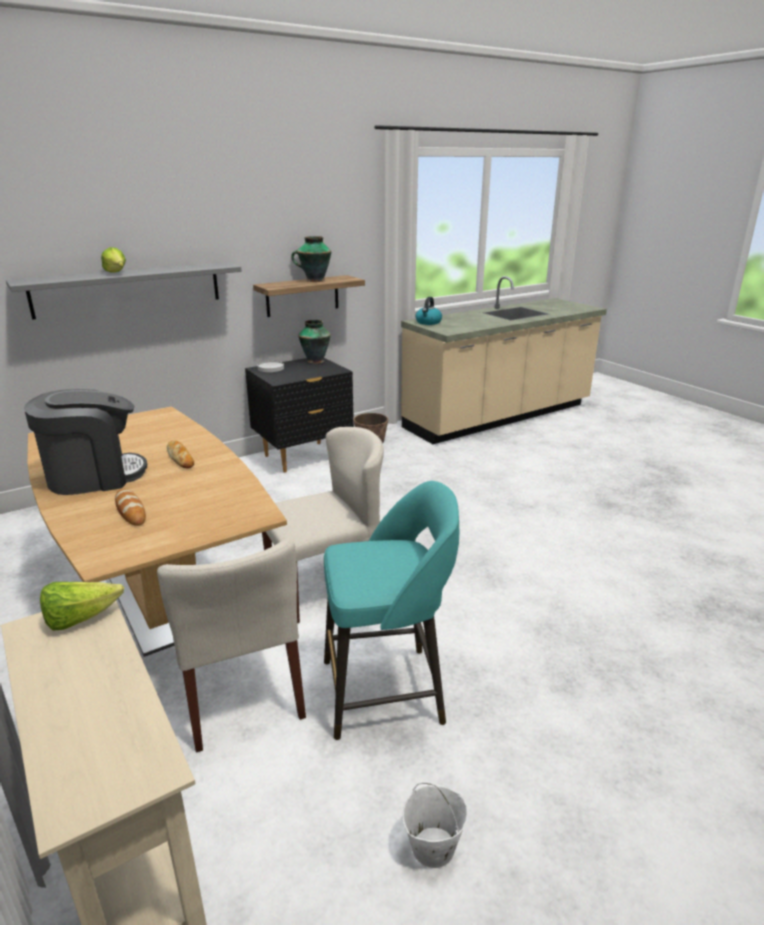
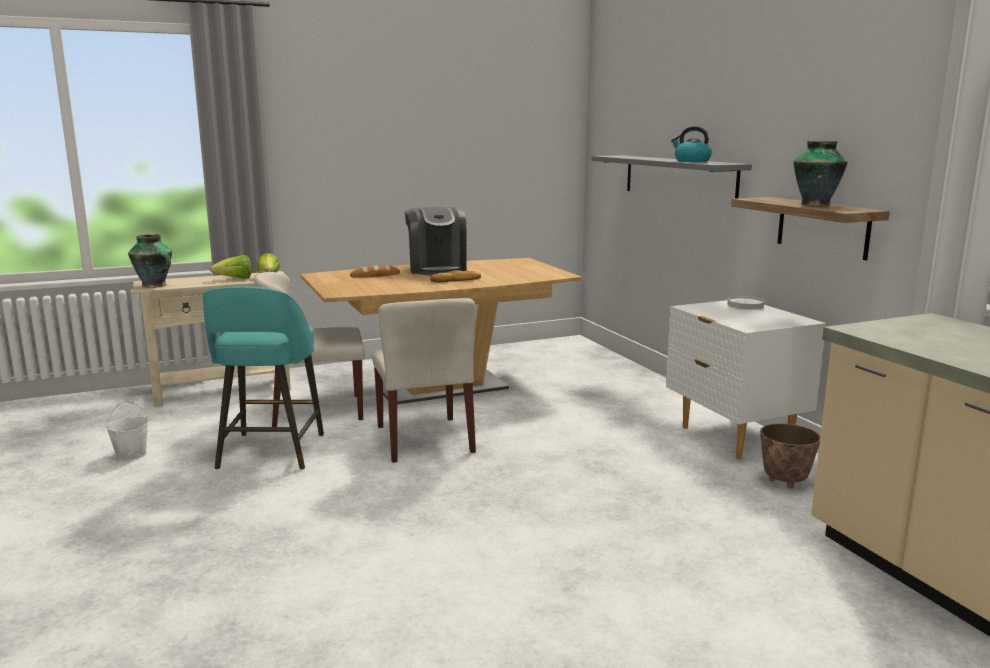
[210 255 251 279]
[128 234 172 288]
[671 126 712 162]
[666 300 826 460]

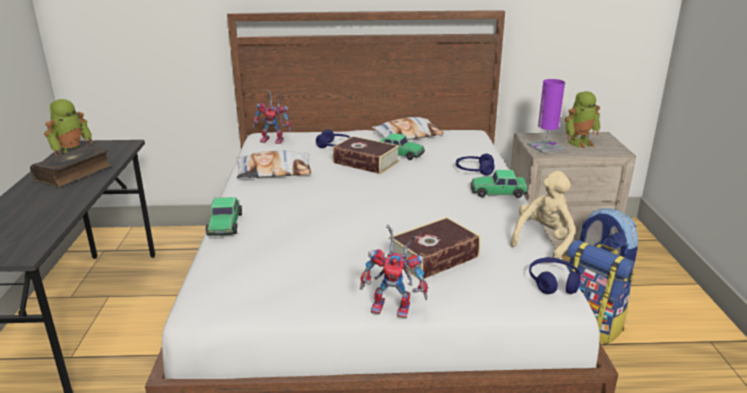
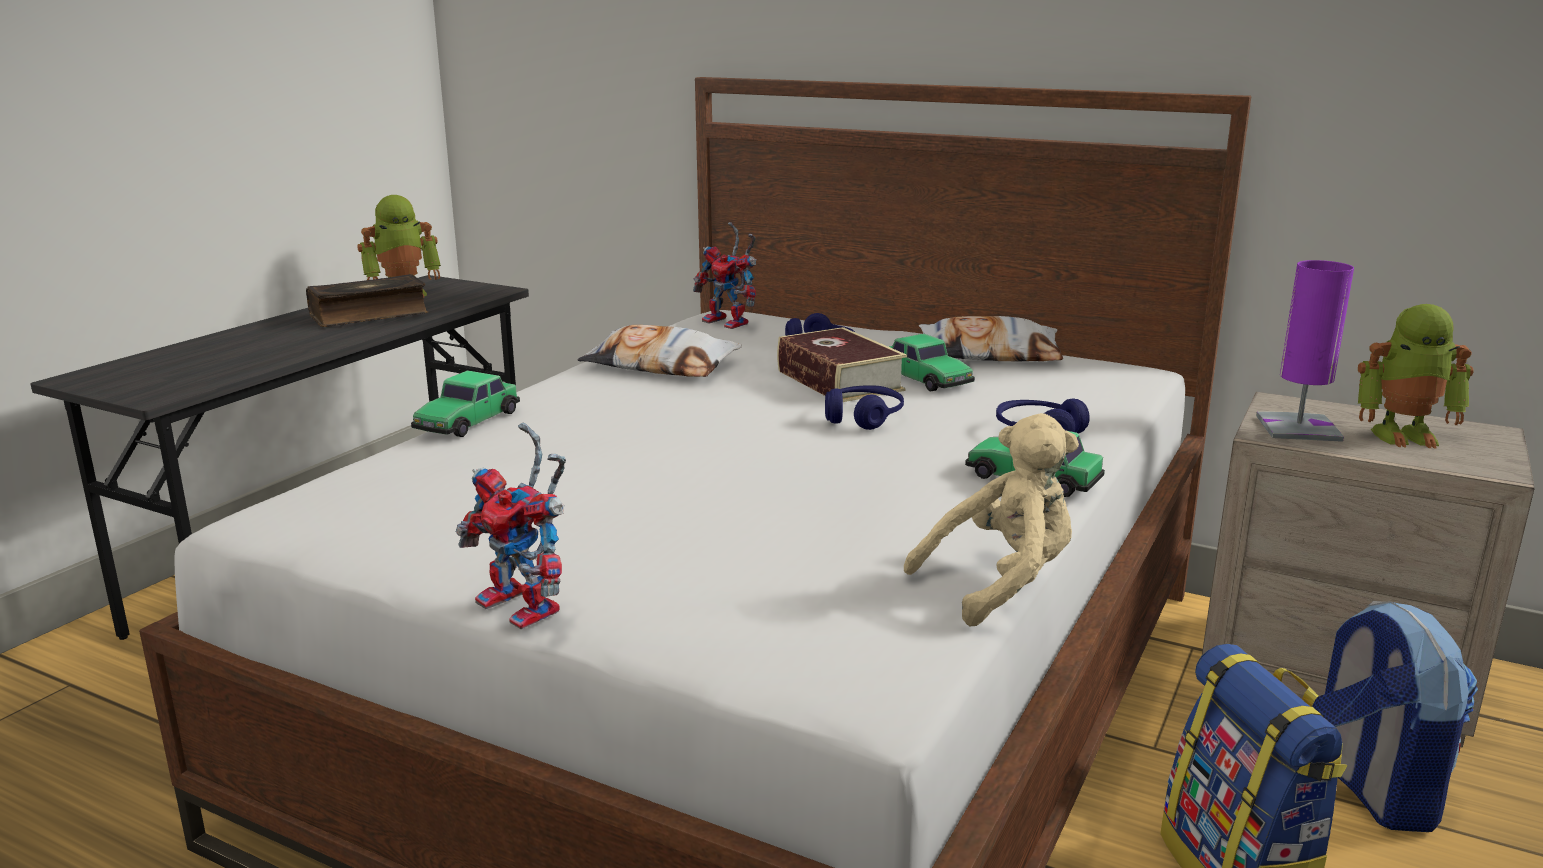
[389 217 481 280] (first image)
[825 385 904 430]

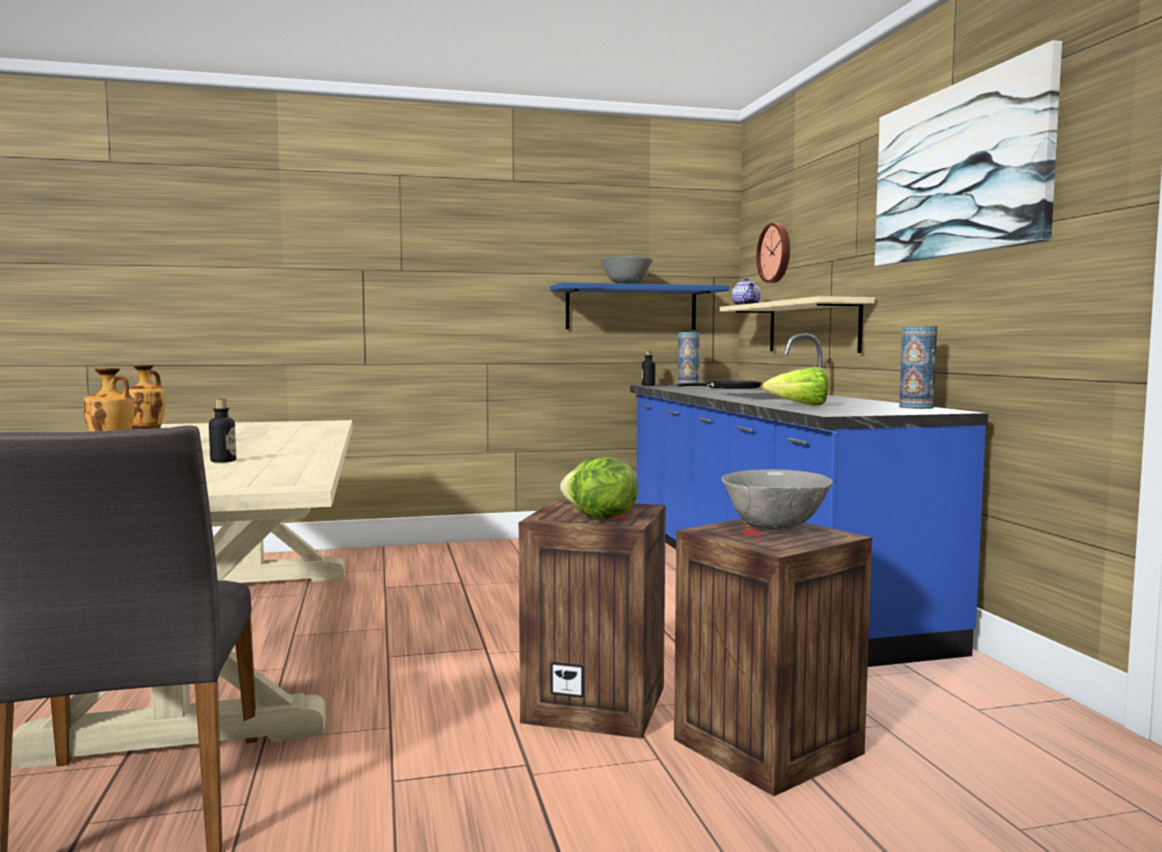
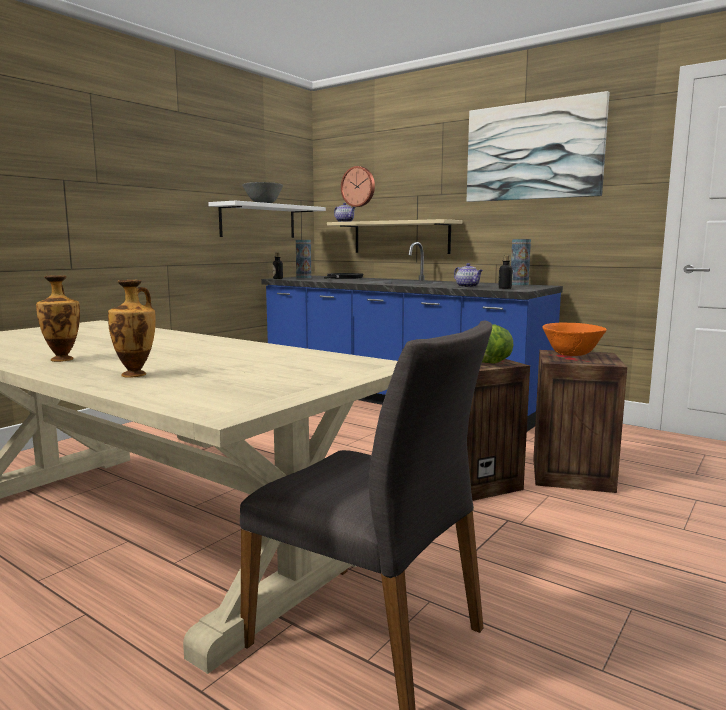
[498 256 513 289]
[454 263 483 287]
[208 201 326 238]
[543 323 607 356]

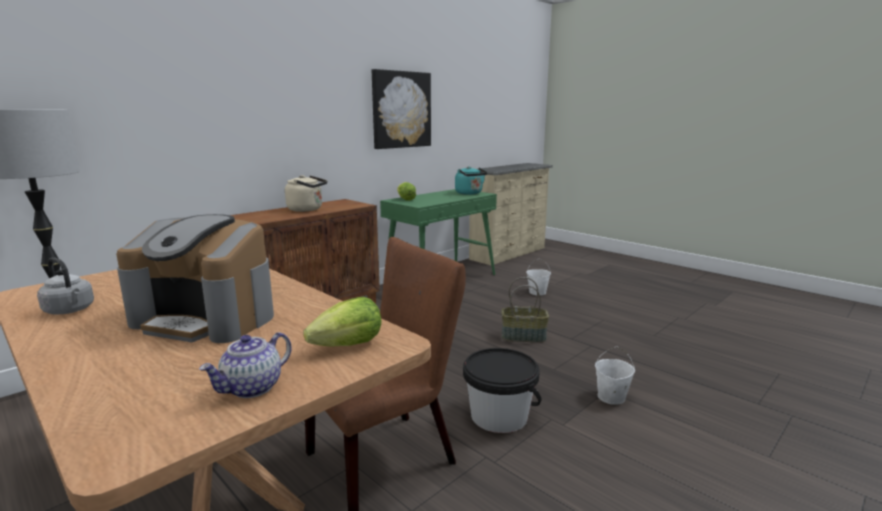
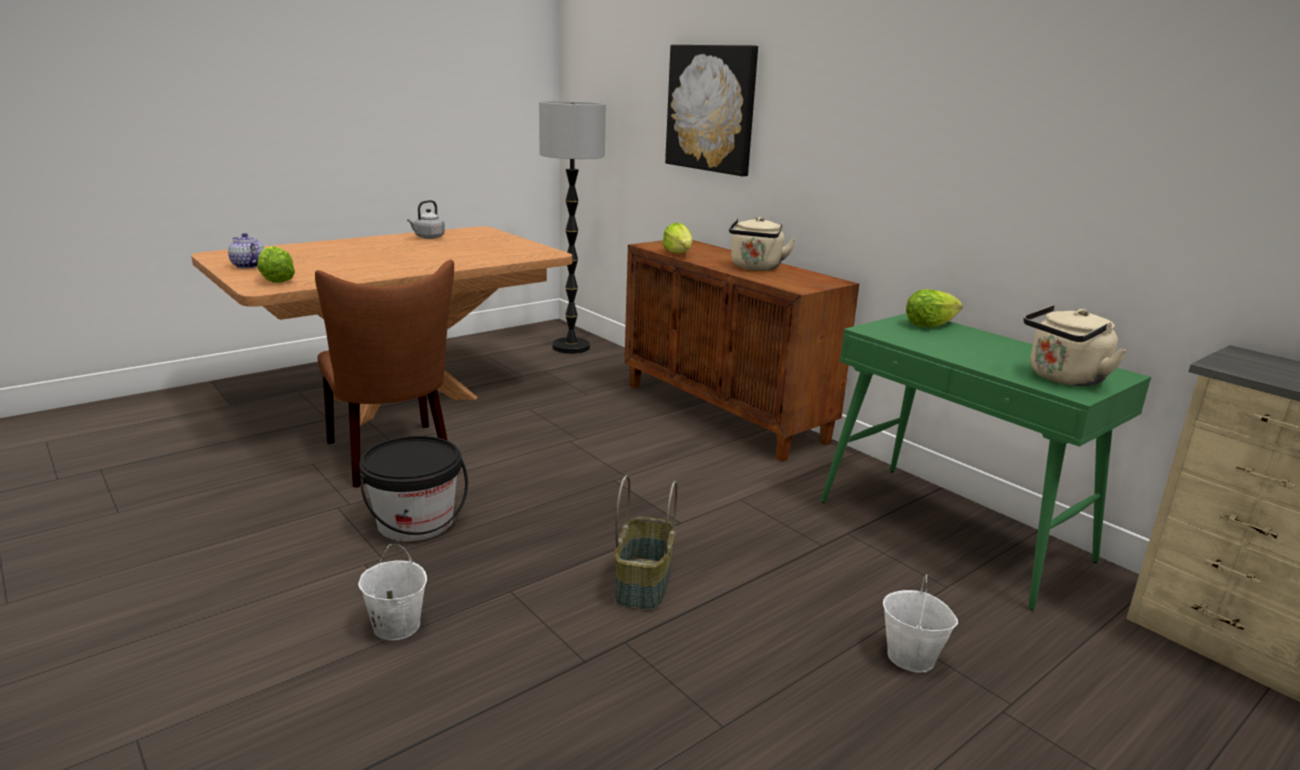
[116 214 274 343] (first image)
[662 223 693 253]
[665 45 758 176]
[1024 305 1127 386]

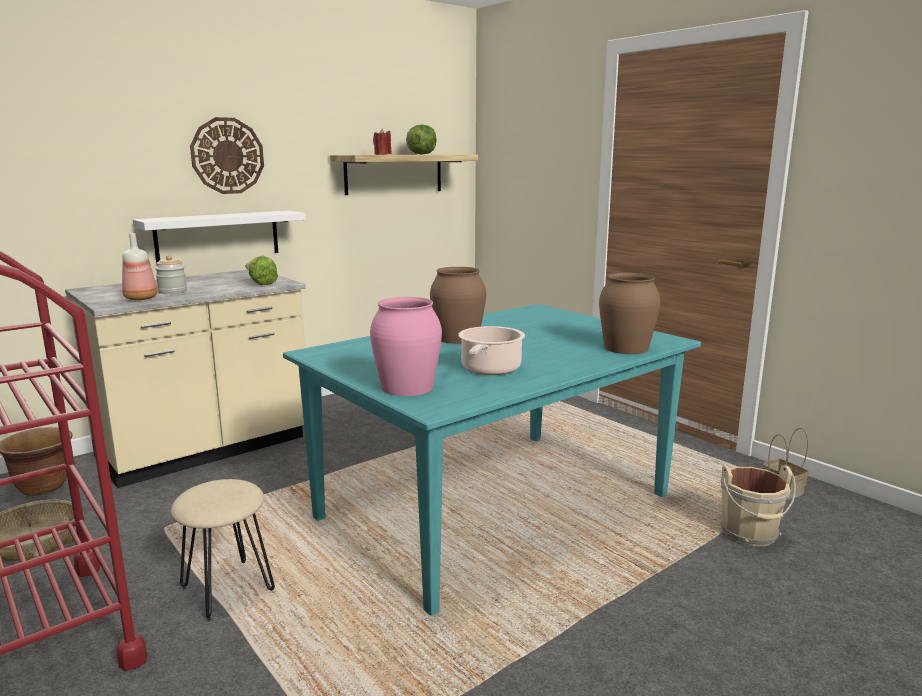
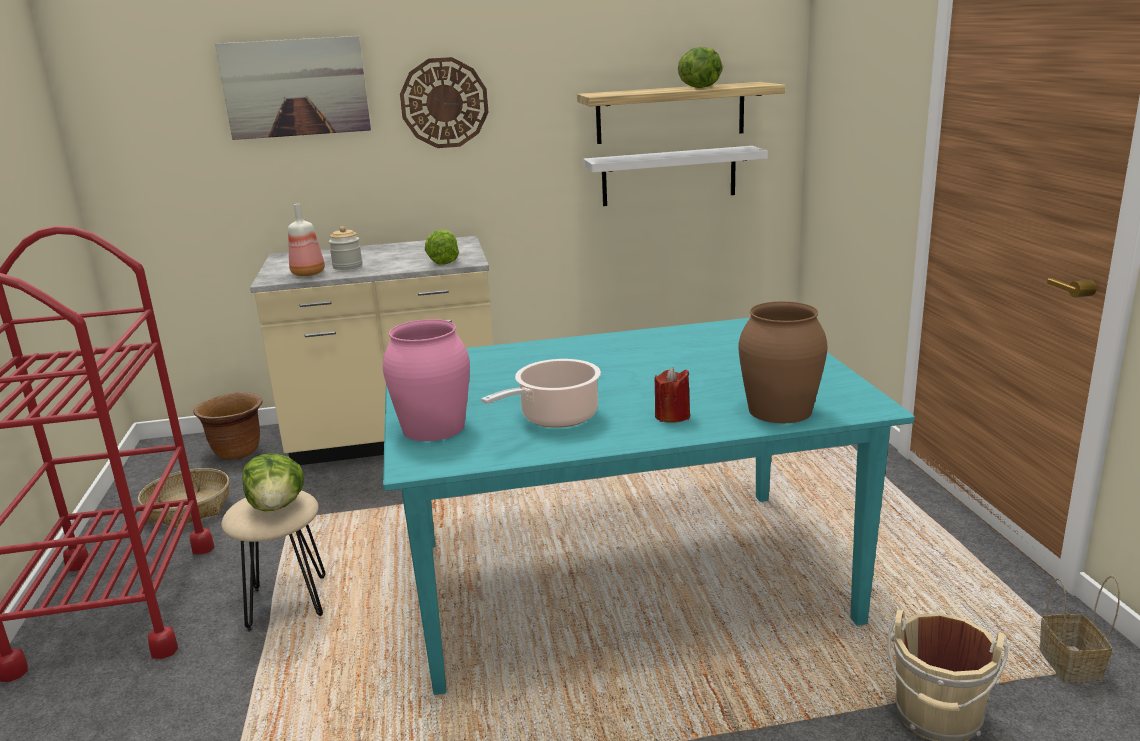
[430 267 486 344] (first image)
[215 36 371 140]
[242 453 304 511]
[583 146 768 206]
[655 367 690 423]

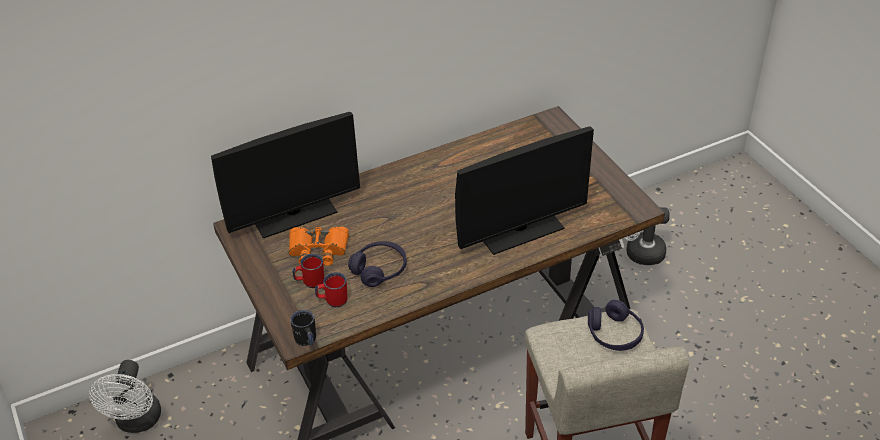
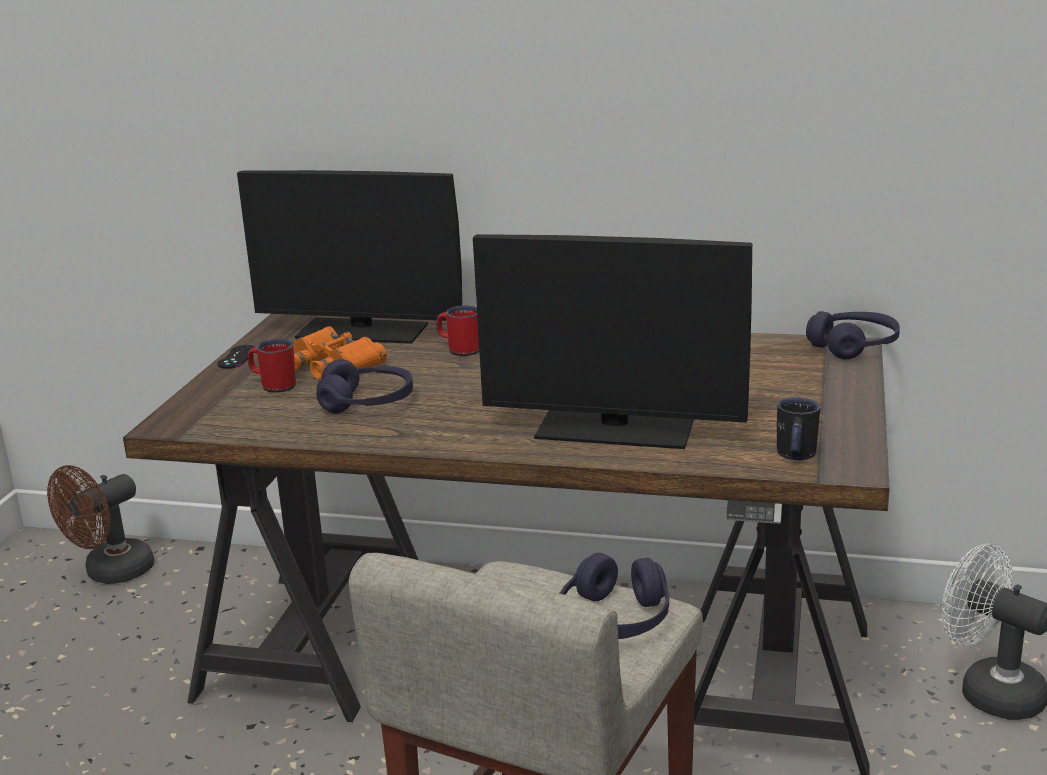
[217 345 255 369]
[806 311 900 359]
[777 397 820 460]
[436 305 479 356]
[47 465 154 584]

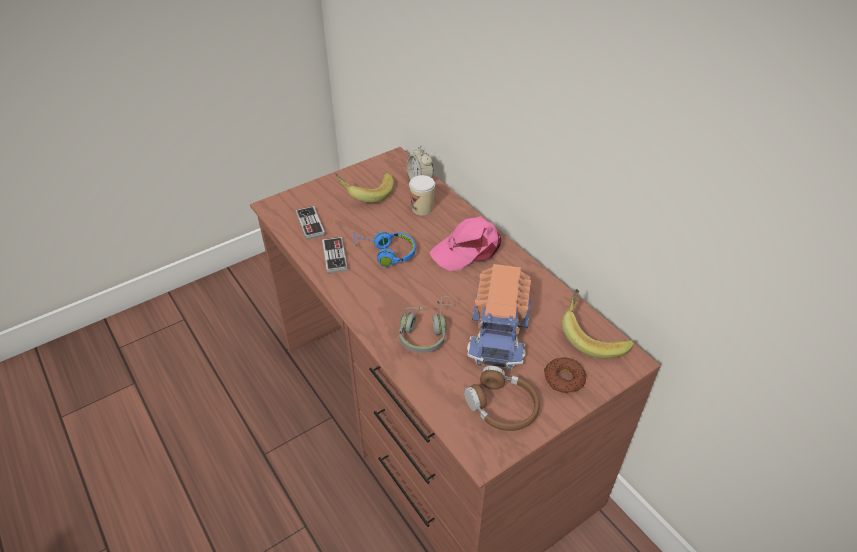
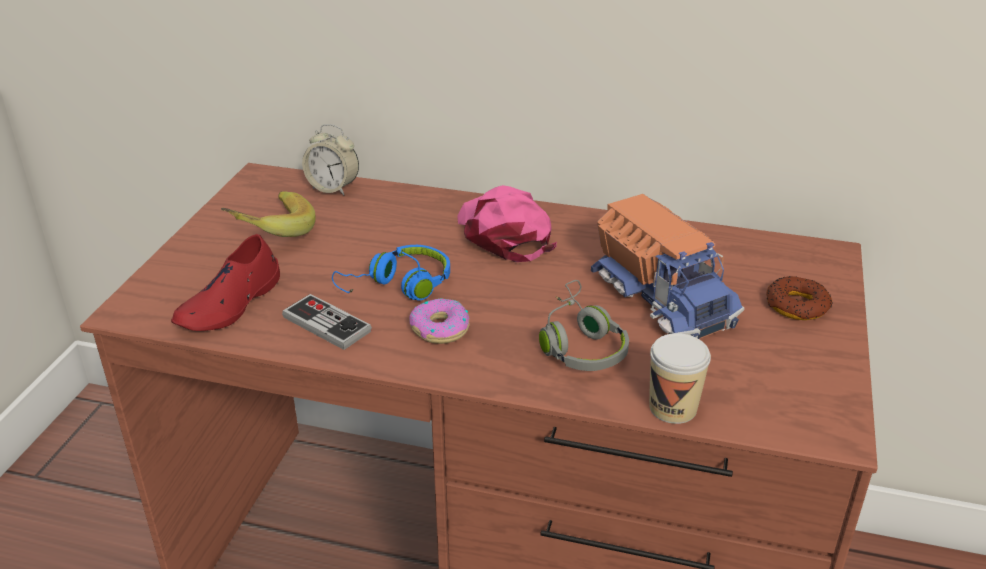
[464 366 540 431] (first image)
[562 289 634 358] (first image)
[409 298 470 344]
[649 333 711 424]
[171 234 280 331]
[457 185 557 262]

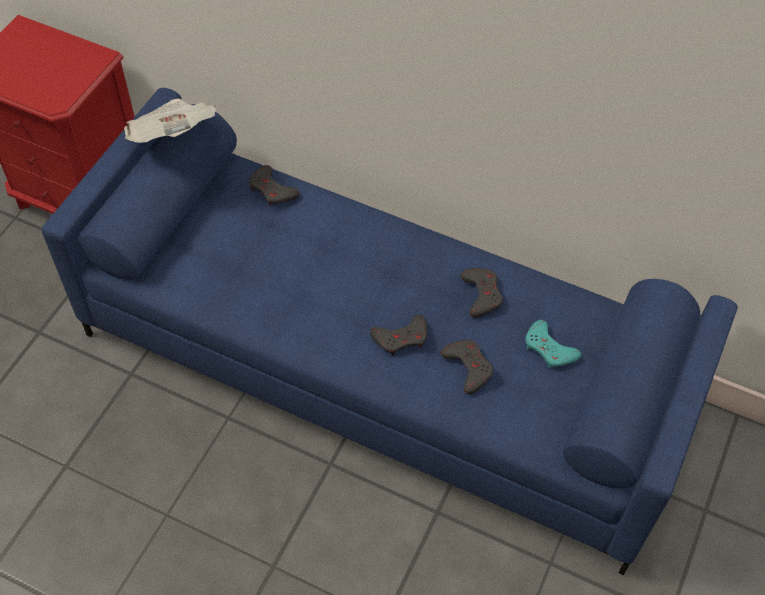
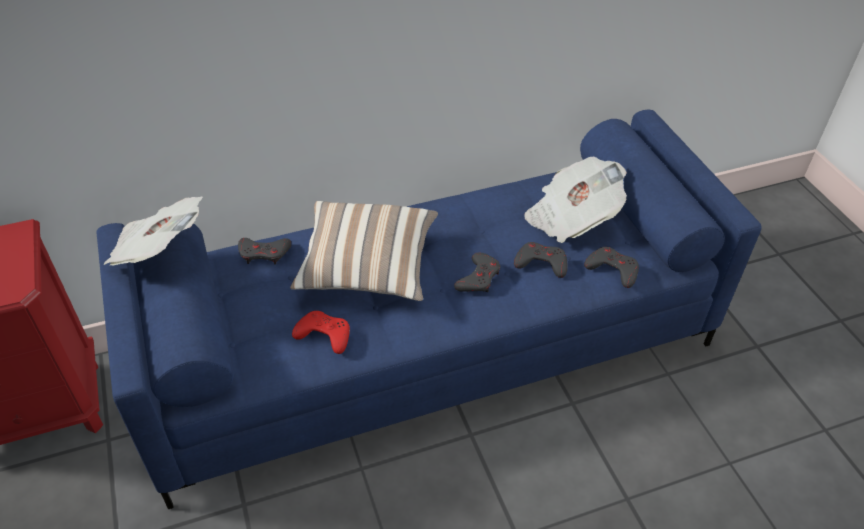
[290 201 438 301]
[292 311 350 354]
[584 247 639 288]
[525 156 627 243]

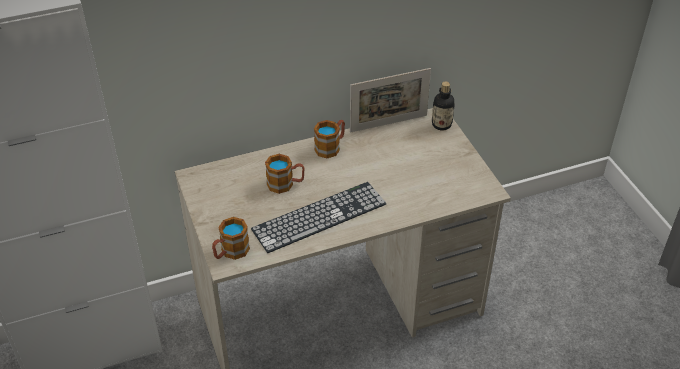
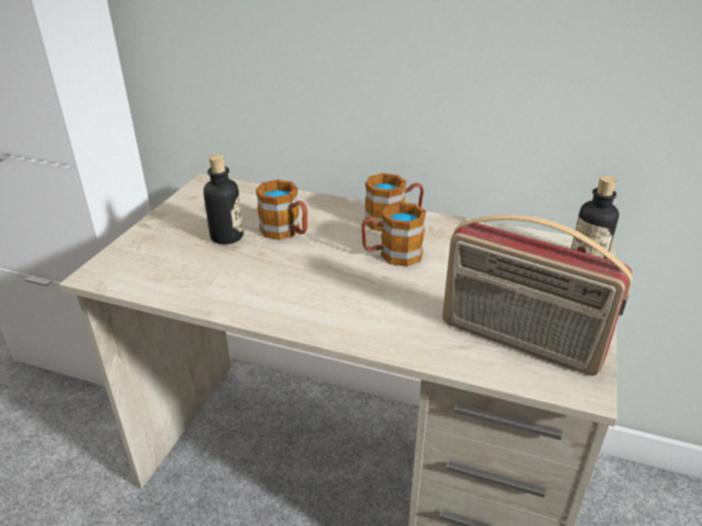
[251 182 386 253] (first image)
[350 68 431 133] (first image)
[203 155 243 244]
[442 215 633 376]
[361 202 426 267]

